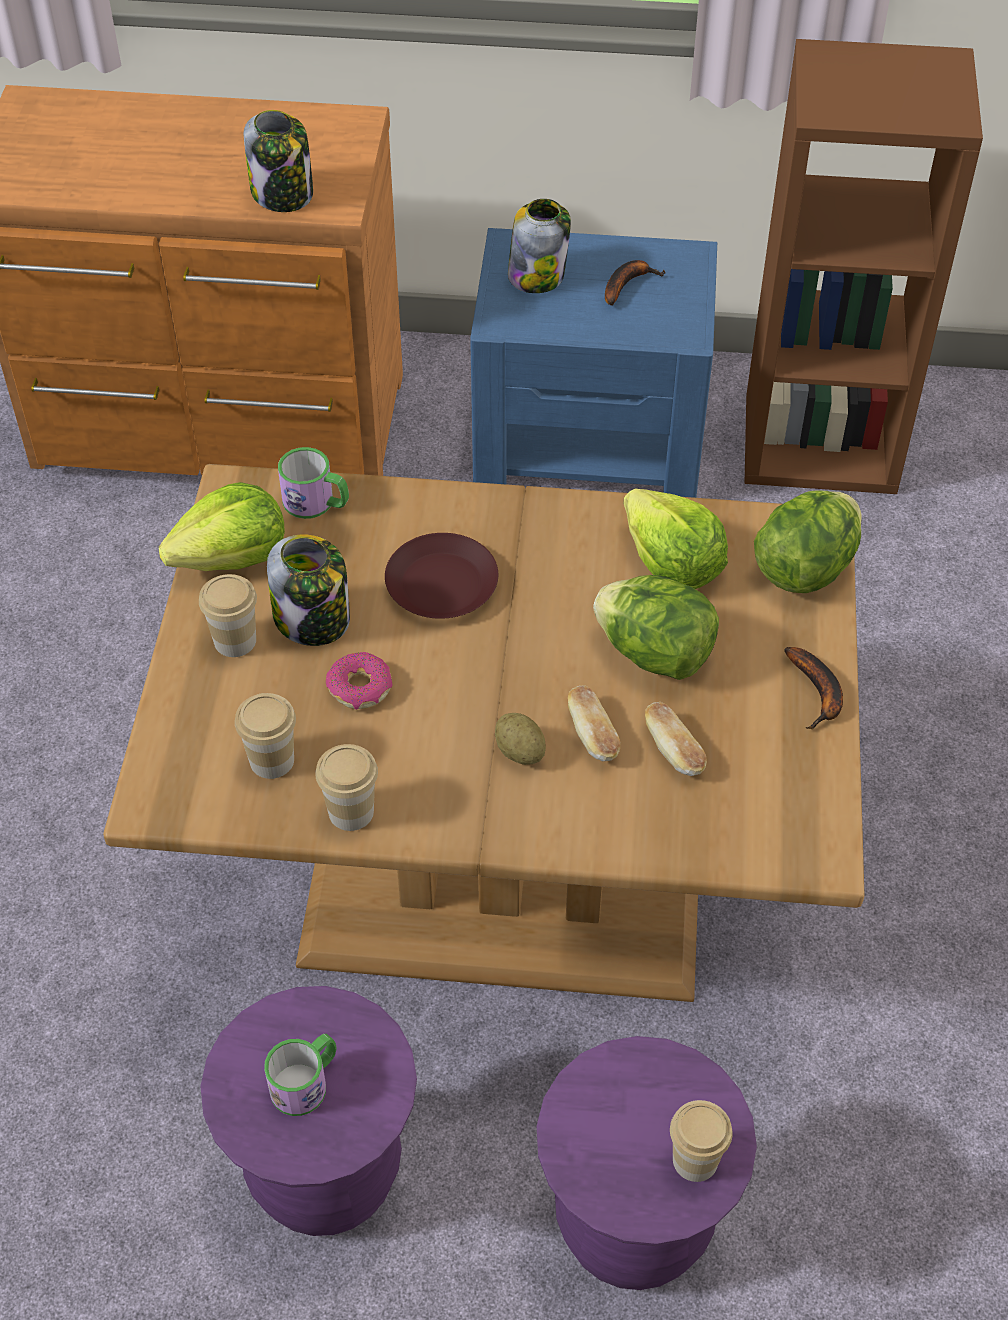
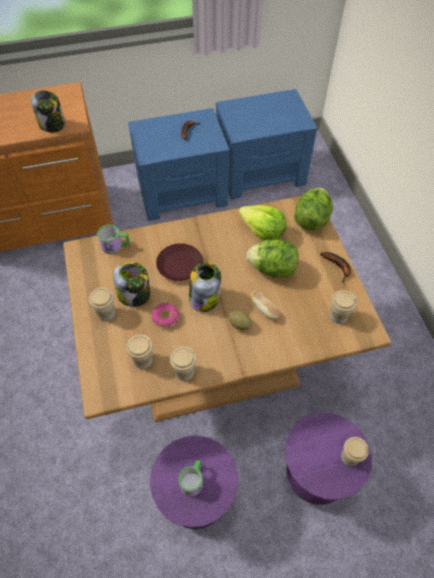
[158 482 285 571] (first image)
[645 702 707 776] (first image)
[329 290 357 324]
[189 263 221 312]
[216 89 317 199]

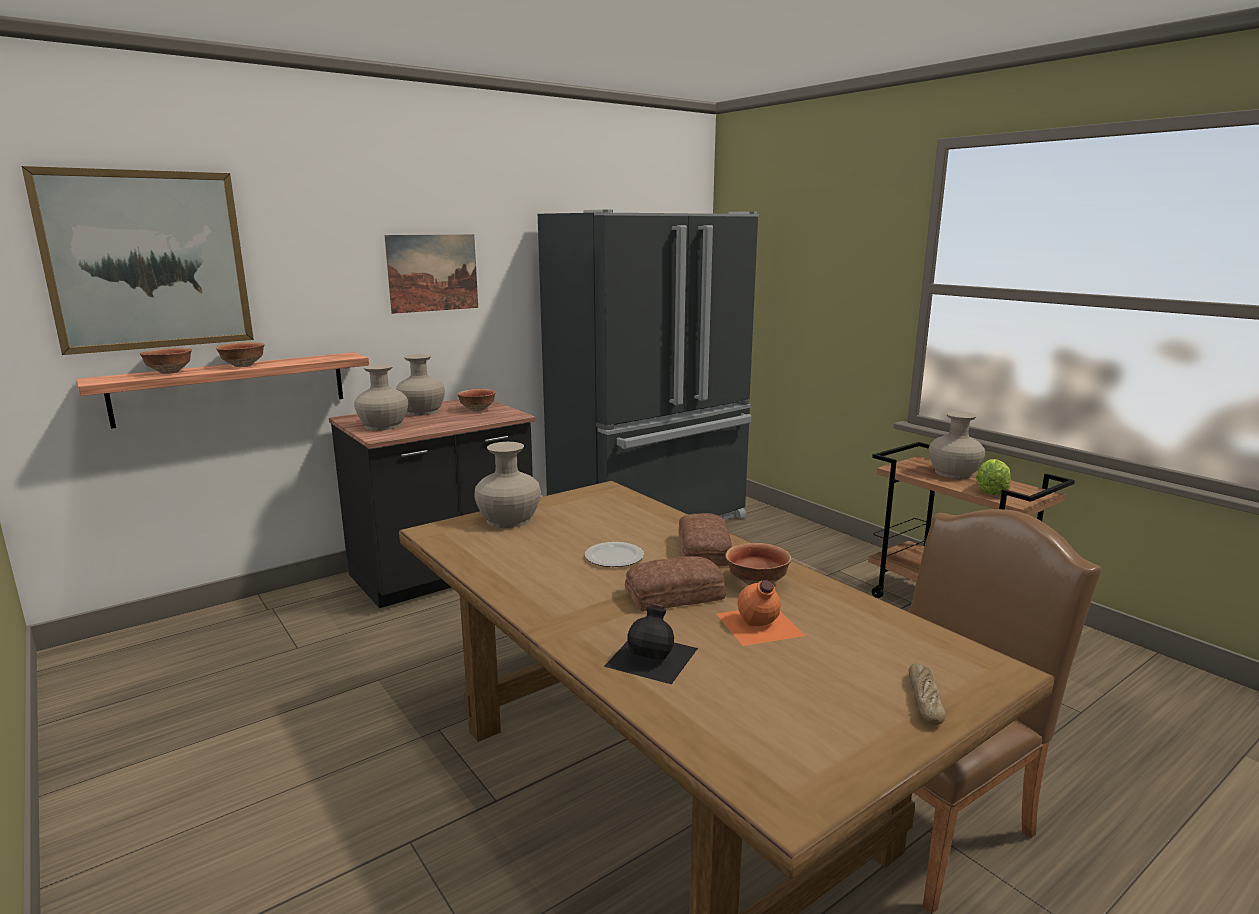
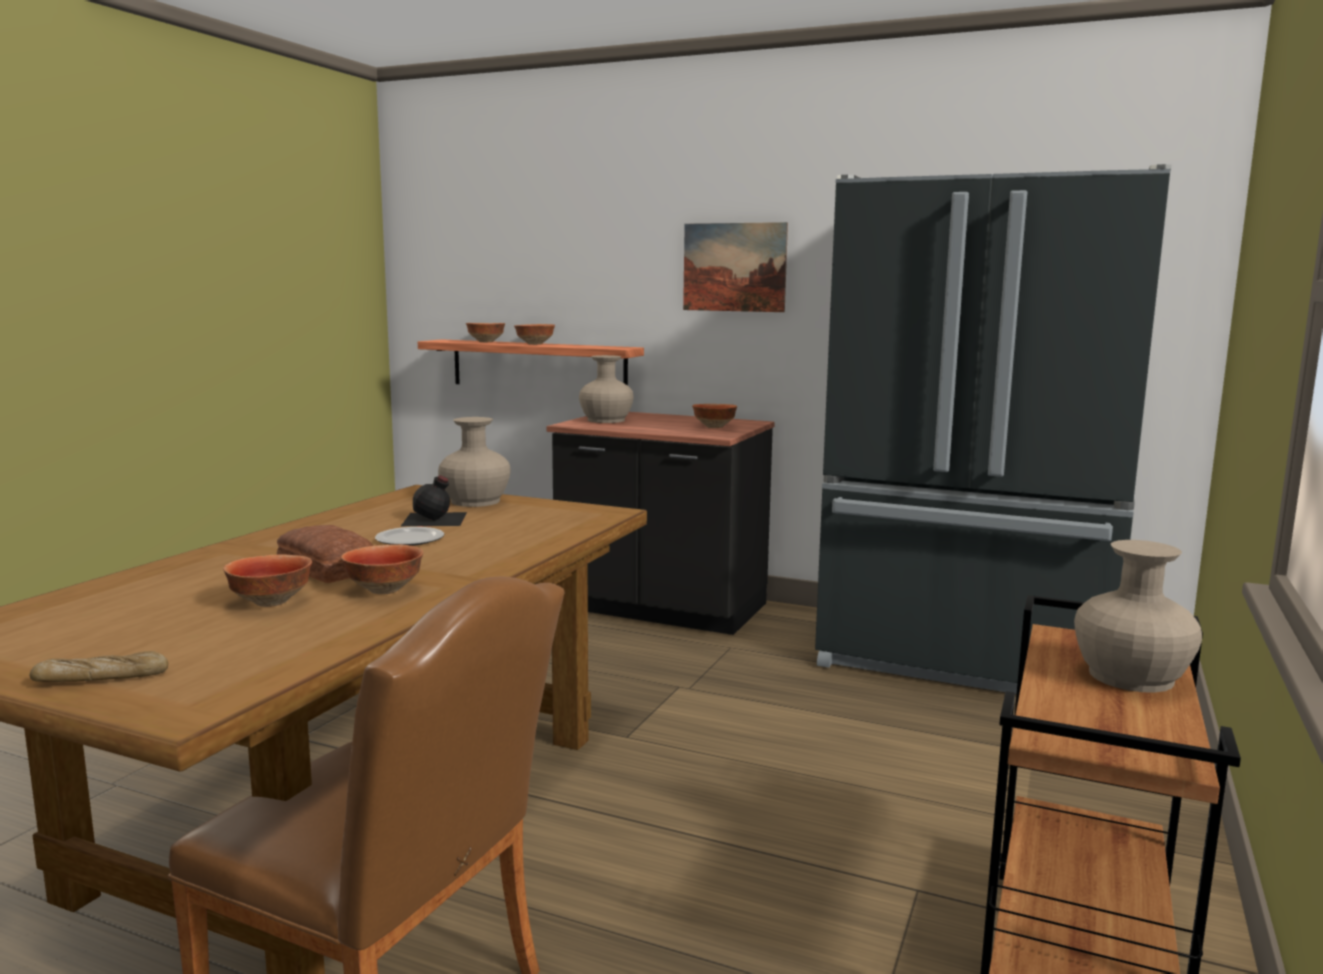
[22 166 254 355] (first image)
[396 354 445 416] (first image)
[679 513 732 566] (first image)
[976 459 1011 495] (first image)
[401 475 467 526]
[223 554 312 607]

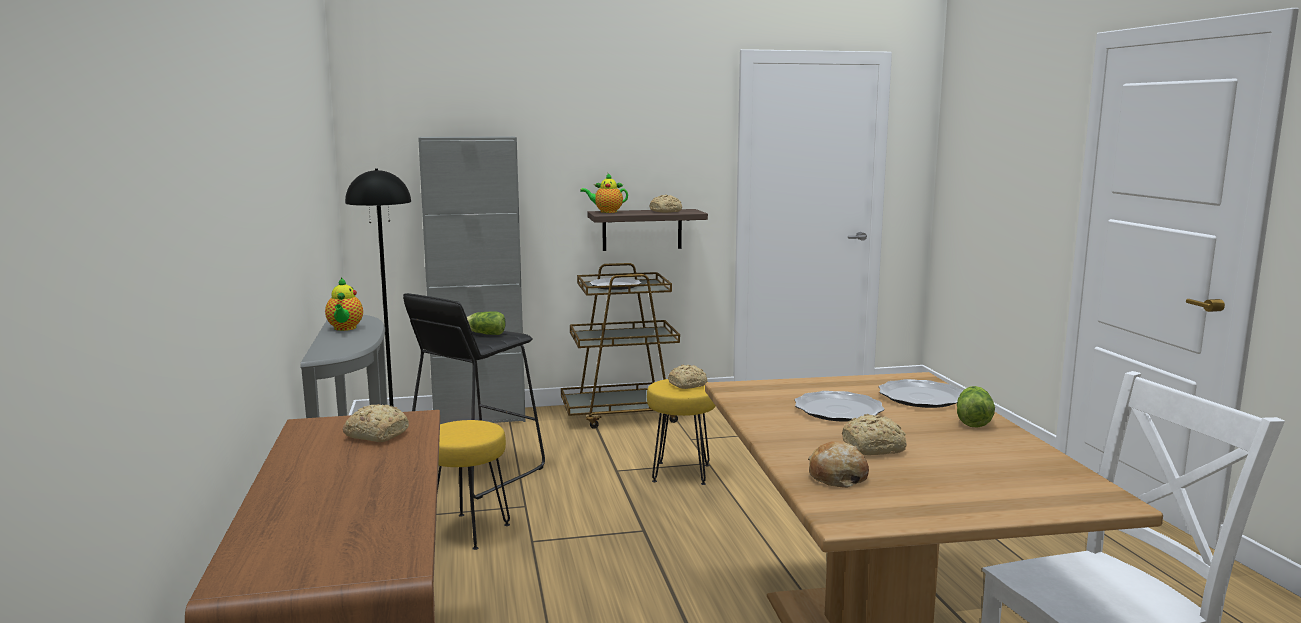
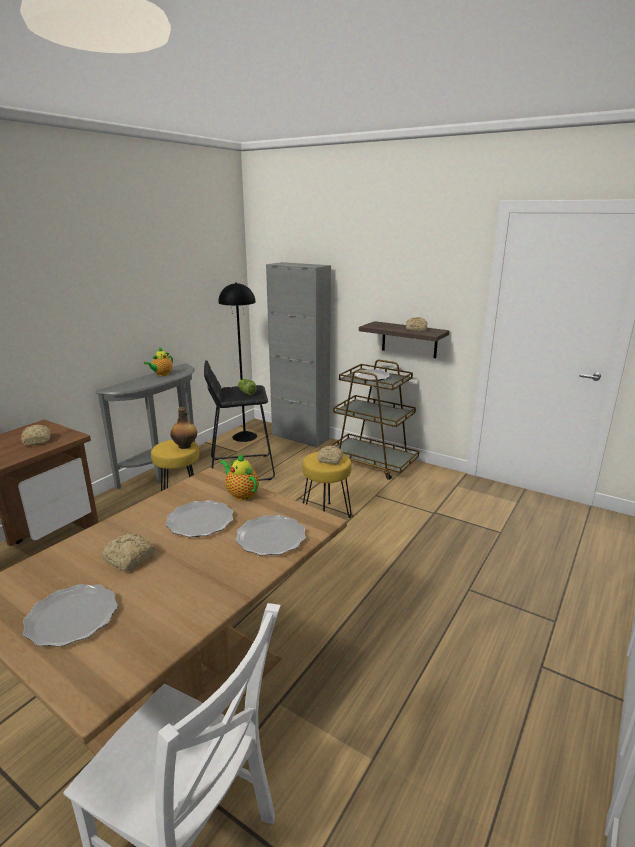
[808 441 869 488] (first image)
[957 386 995 428] (first image)
[23 584 118 647]
[170 407 197 449]
[220 454 259 501]

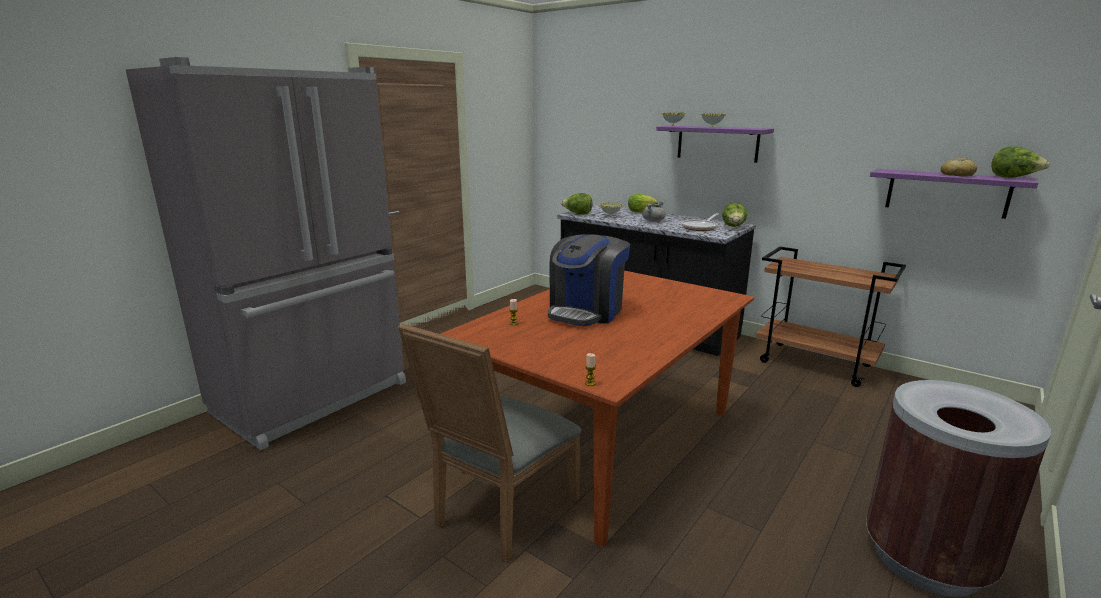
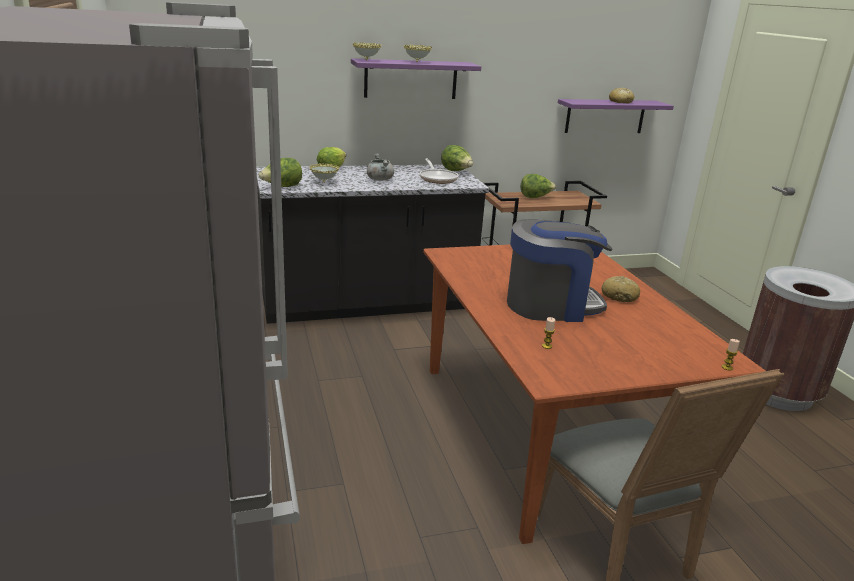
[602 276 640 302]
[521 174 556 198]
[507 219 613 322]

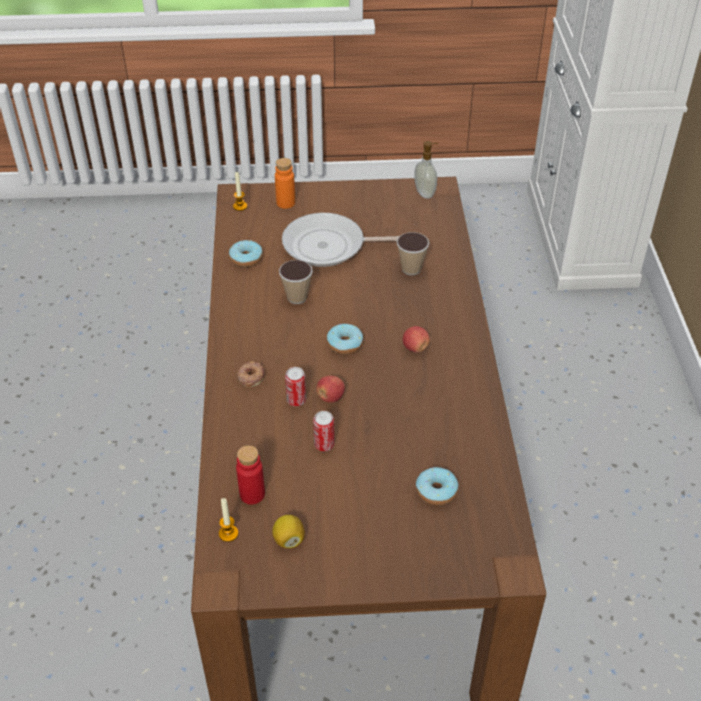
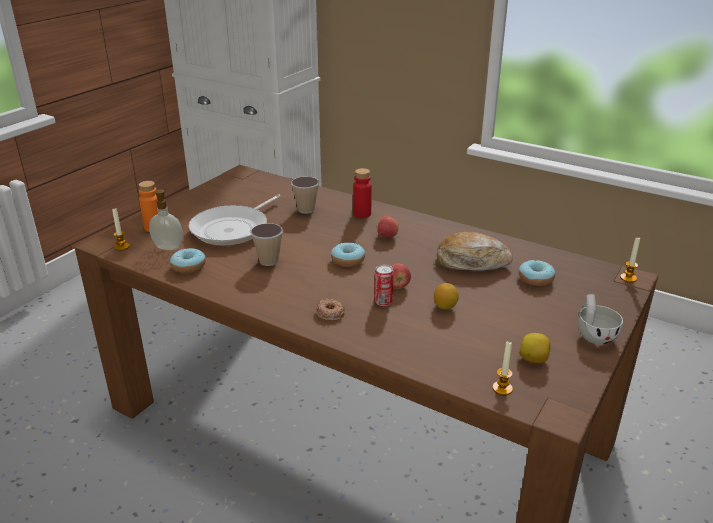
[437 232 513 271]
[578 294 623 345]
[620 238 640 282]
[353 168 372 218]
[149 189 183 250]
[434 283 459 310]

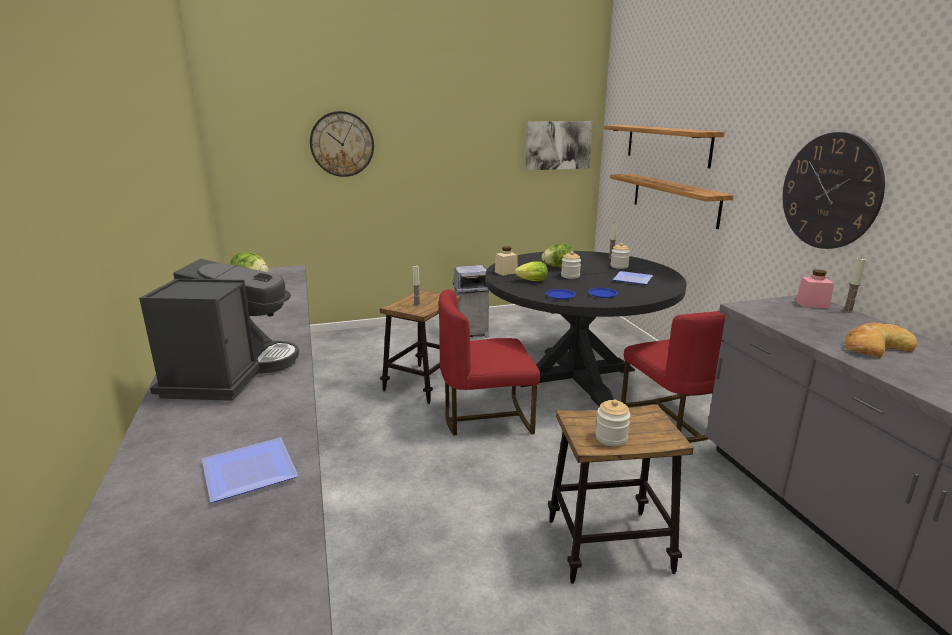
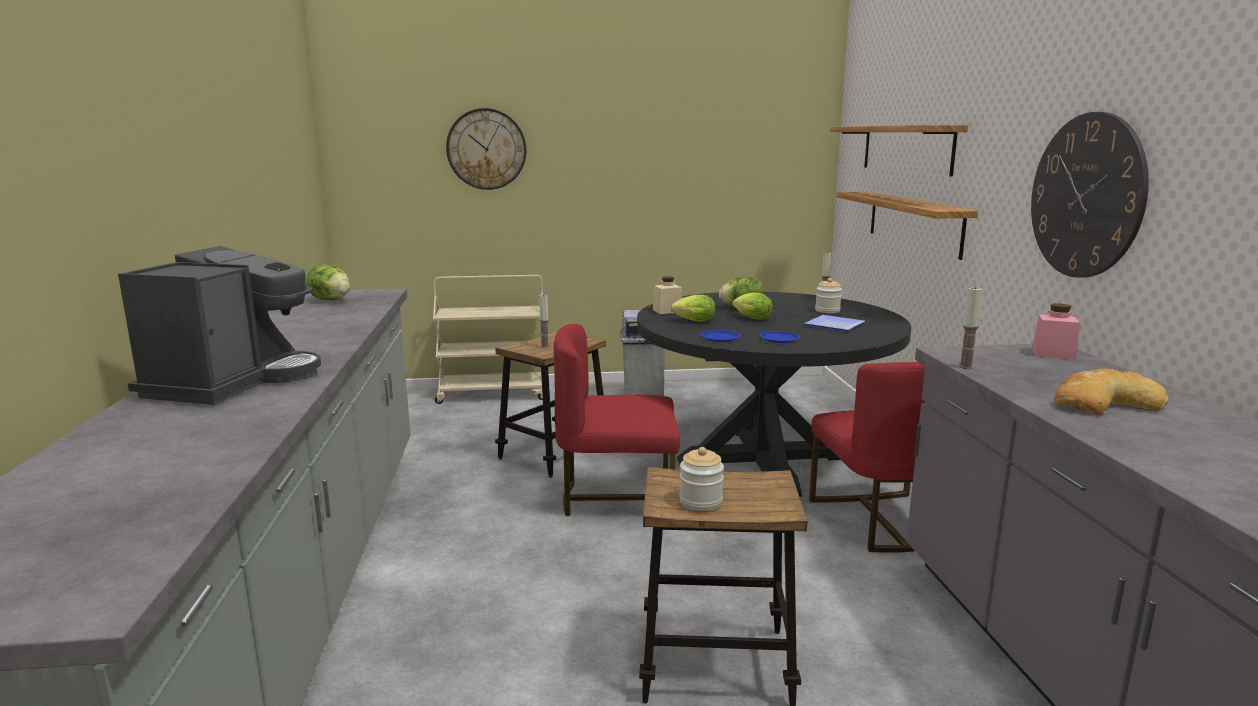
[202 438 298 502] (first image)
[525 121 593 170] (first image)
[433 275 543 404]
[959 286 983 369]
[733 292 773 320]

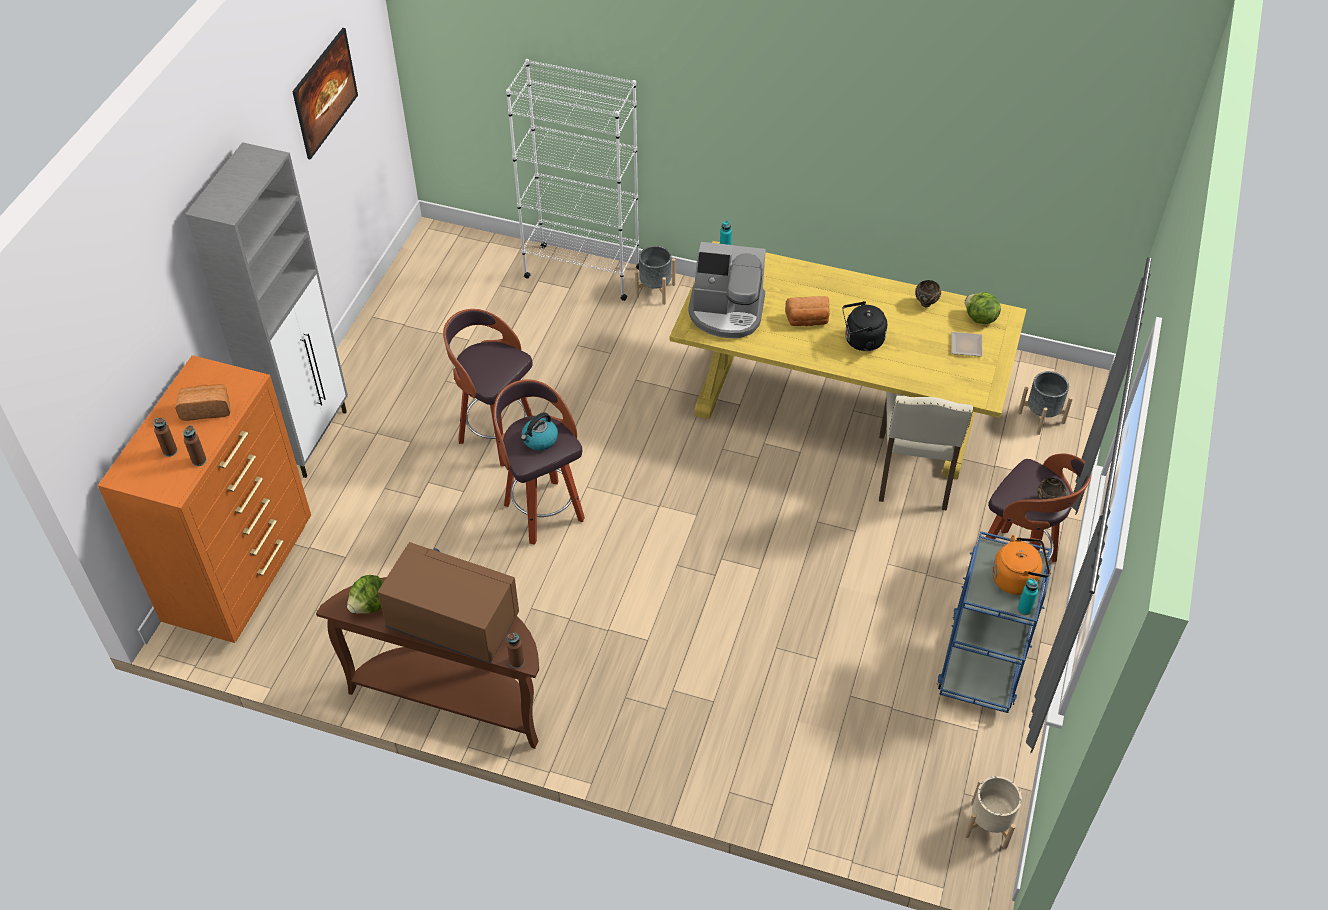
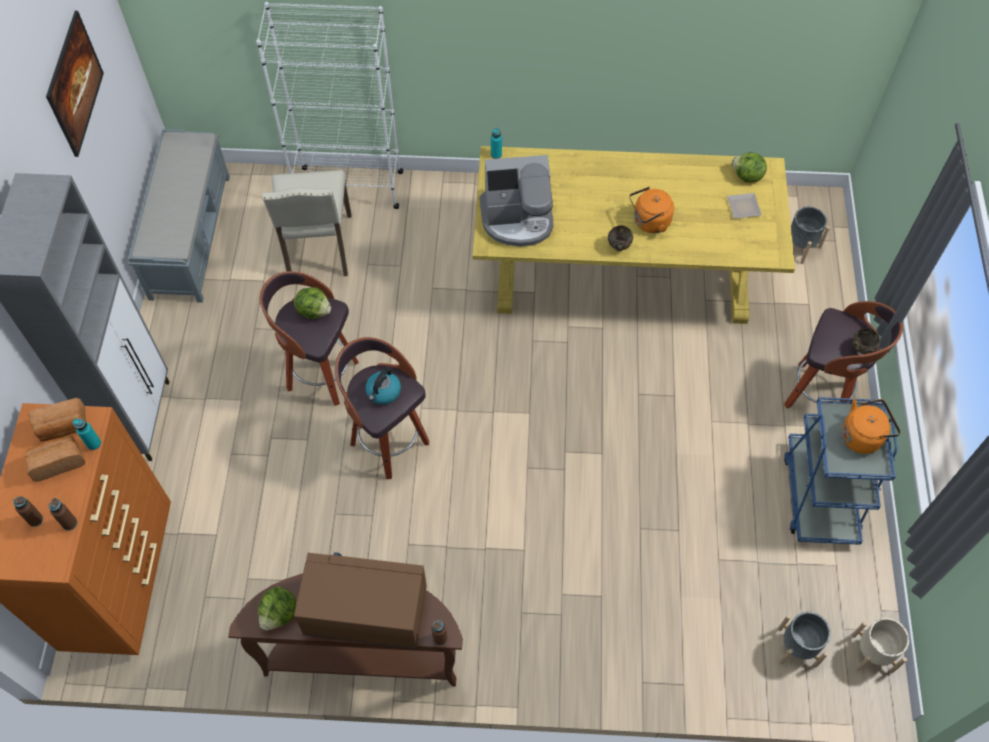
[128 129 230 303]
[294 287 331 319]
[778 612 831 667]
[28 398 86 441]
[262 170 352 276]
[608 225 633 251]
[72 419 101 450]
[629 187 674 233]

